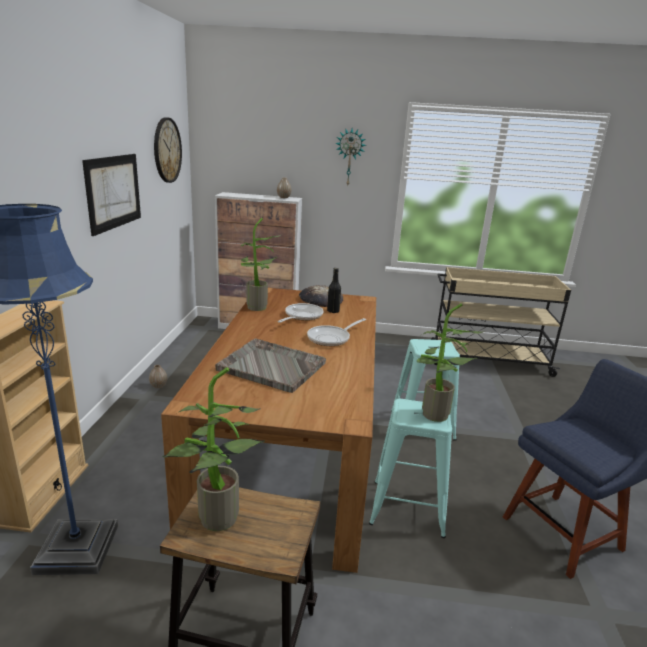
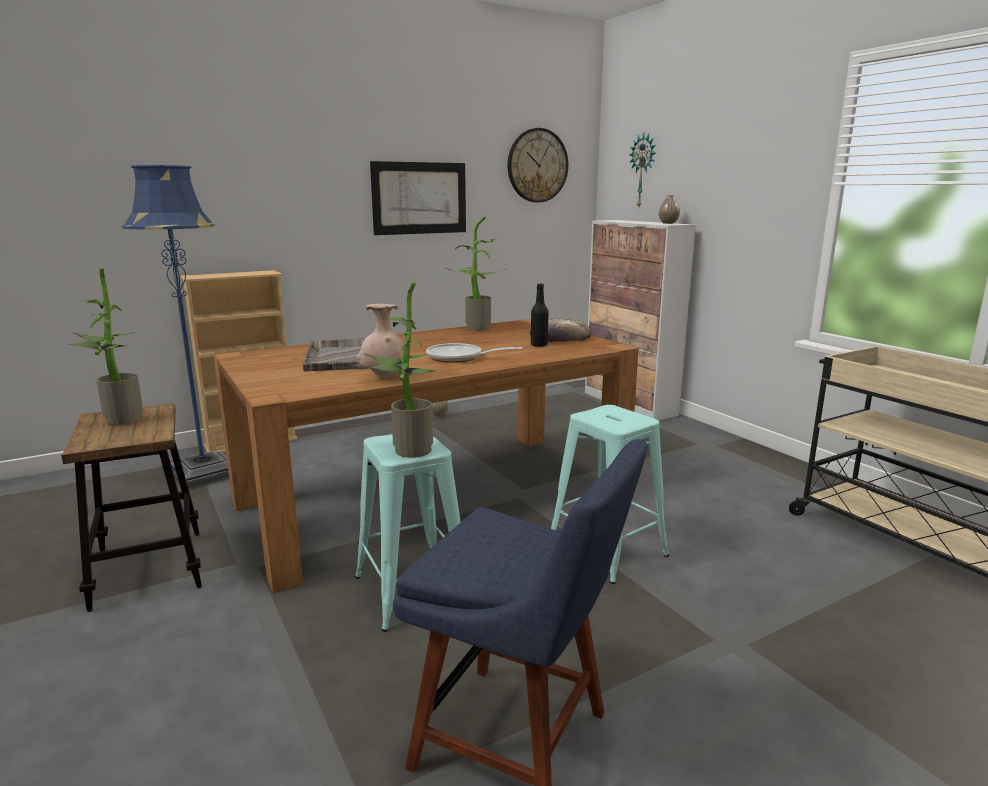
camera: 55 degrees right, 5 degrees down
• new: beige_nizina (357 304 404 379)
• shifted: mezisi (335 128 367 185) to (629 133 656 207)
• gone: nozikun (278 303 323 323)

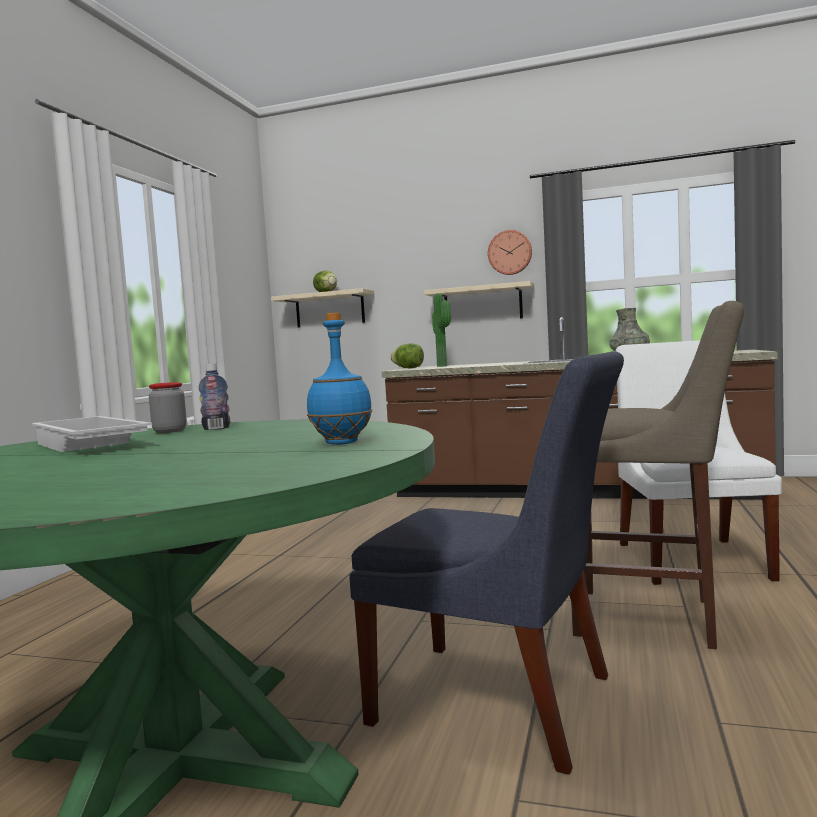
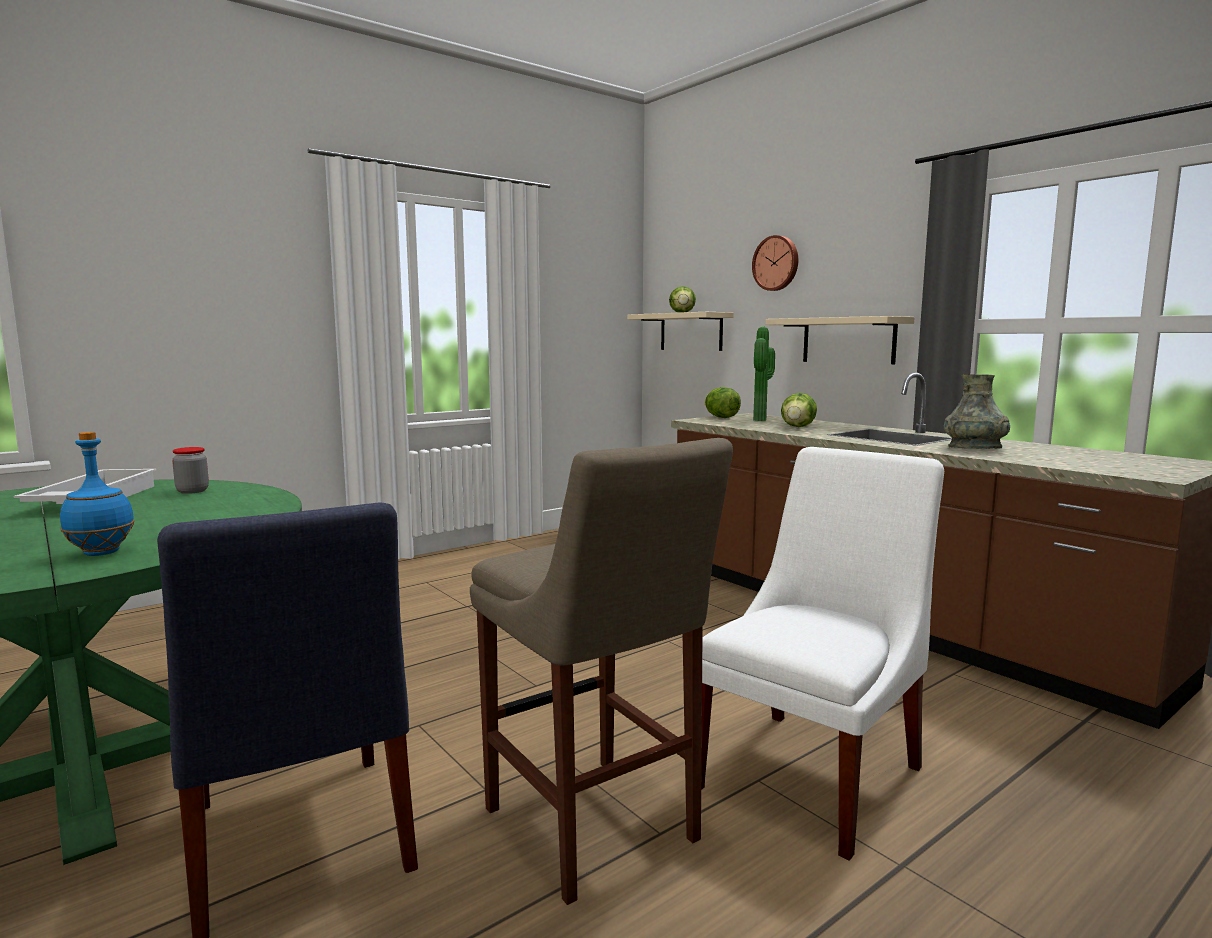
camera: 35 degrees right, 5 degrees up
• shifted: mezisi (488 230 532 275) to (752 235 798 291)
• new: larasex (781 393 817 427)
• gone: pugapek (198 364 231 430)

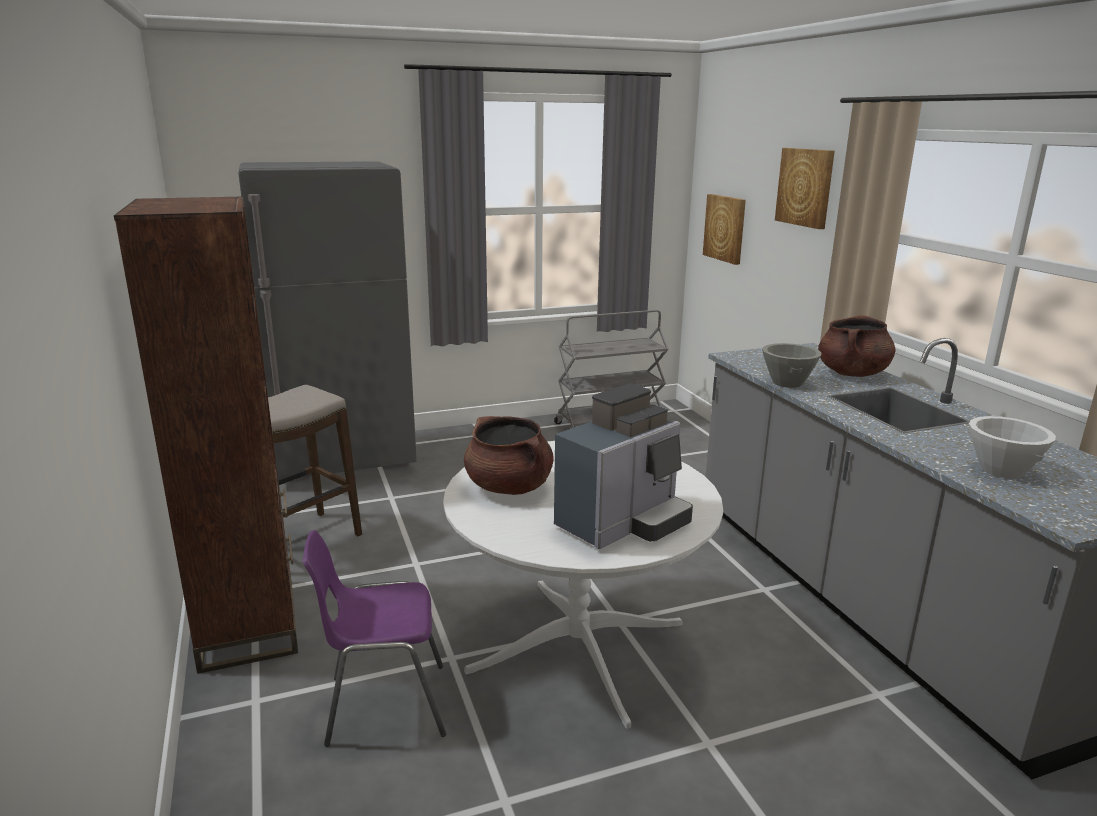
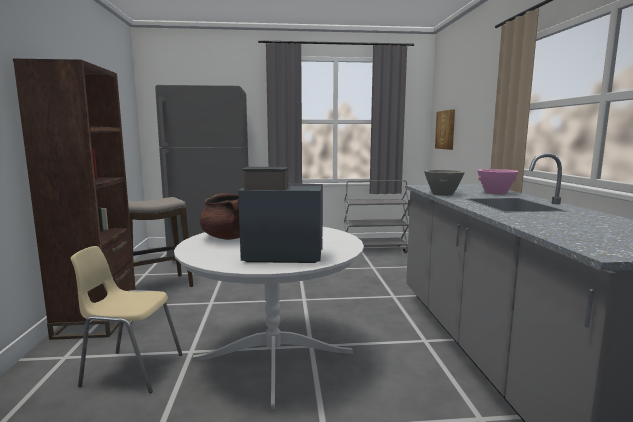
camera: 15 degrees right, 10 degrees down
• repainted: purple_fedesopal (303 530 446 747) to beige_fedesopal (71 246 183 394)
• rotated: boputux (554 383 693 549) = (238 167 323 263) 150 degrees counterclockwise
• swapped: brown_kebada (818 315 896 377) to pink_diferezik (477 169 519 194)
• gone: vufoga (775 148 835 229)
• gone: white_diferezik (969 416 1056 479)

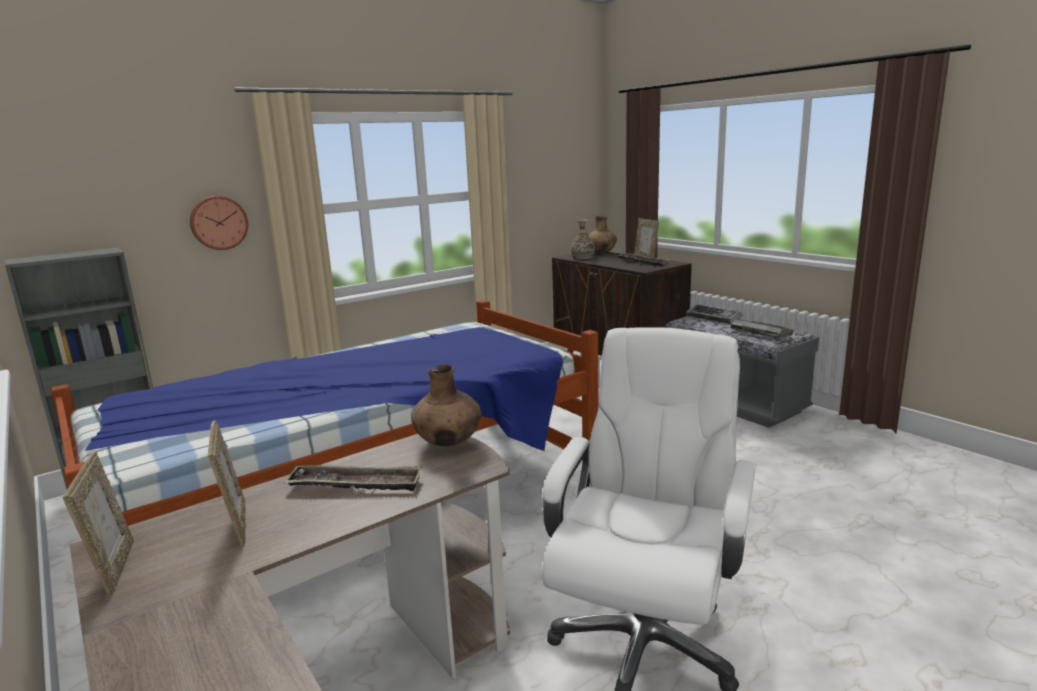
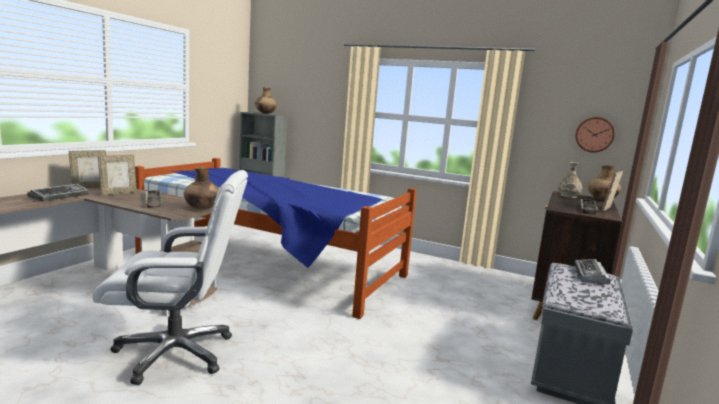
camera: 60 degrees right, 5 degrees down
• shifted: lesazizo (730 319 793 339) to (27 184 89 202)
• new: brown_nizina (255 87 277 114)
• shifted: mezisi (190 196 248 250) to (576 117 615 152)

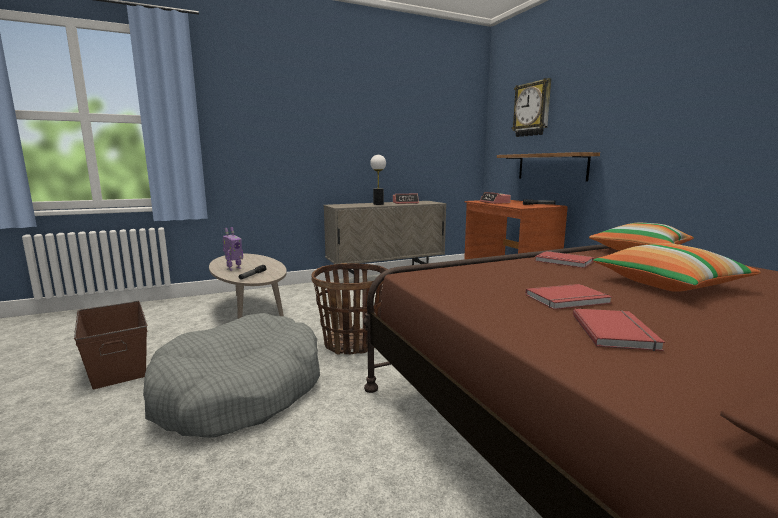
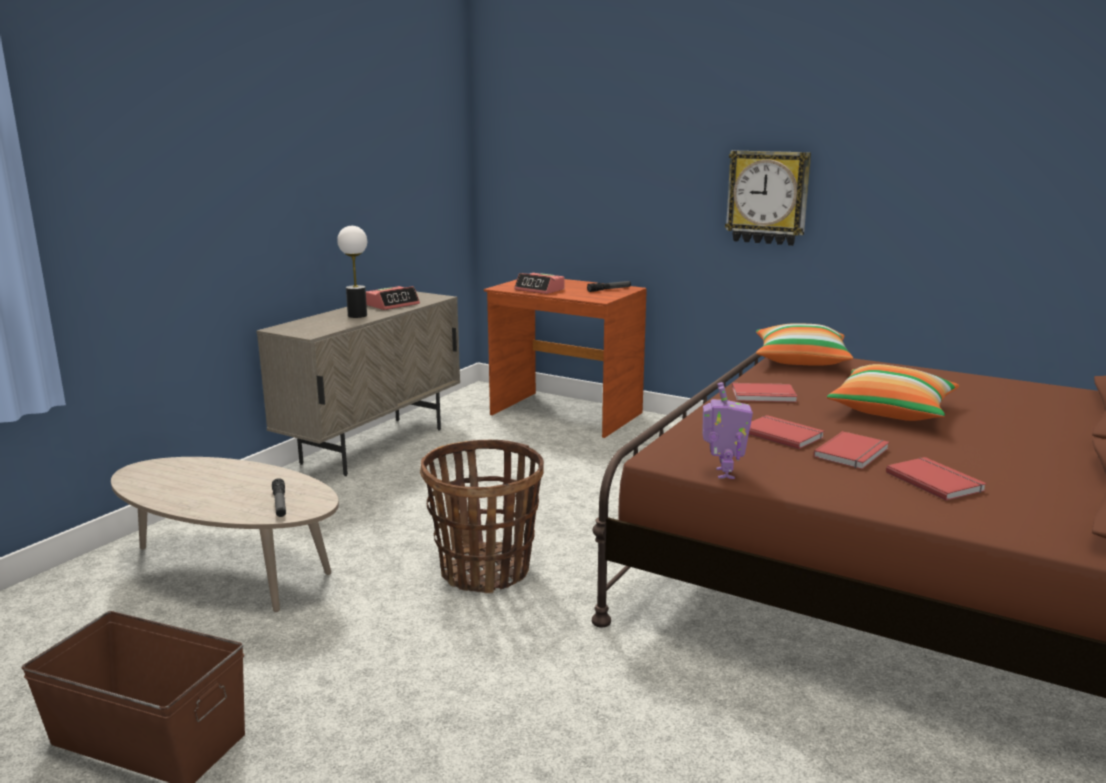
camera: 35 degrees left, 5 degrees up
• shifted: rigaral (223 227 243 271) to (702 382 753 479)
• shifted: mezisi (512 78 551 137) to (725 150 811 246)
• new: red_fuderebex (749 415 824 449)
• gone: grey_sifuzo (143 313 320 438)
• gone: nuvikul (497 152 600 181)

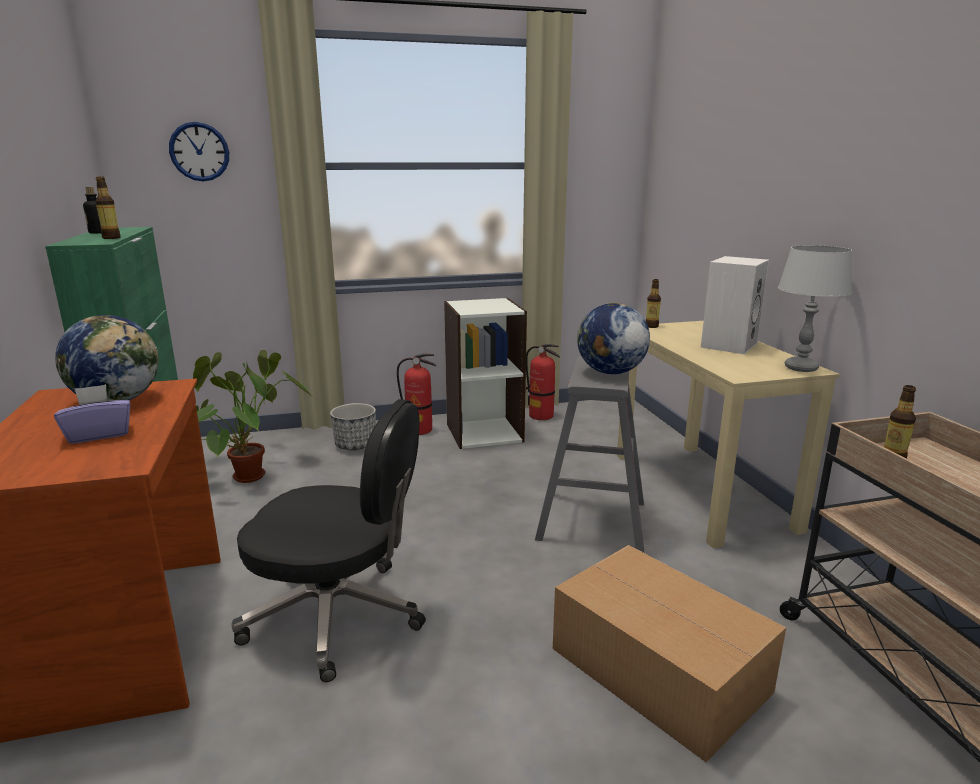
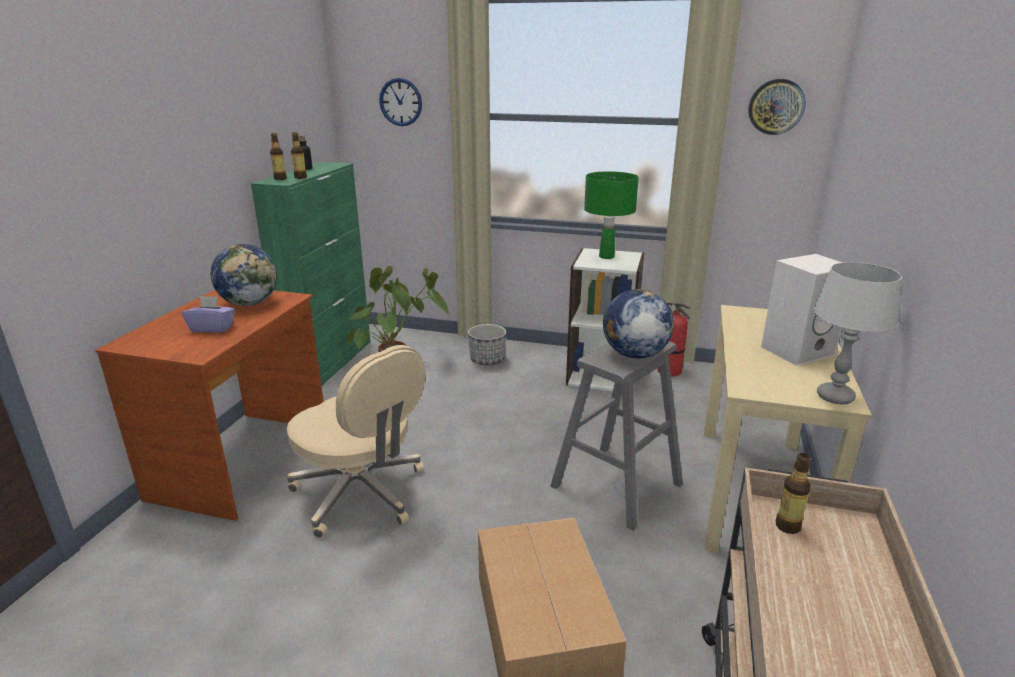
camera: 30 degrees right, 5 degrees up
• shifted: pugapek (646 279 661 328) to (270 133 287 180)
• repainted: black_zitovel (231 399 426 682) to beige_zitovel (287 345 425 538)
• new: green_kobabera (584 171 639 259)
• new: mezisi (748 79 806 135)
• gone: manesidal (397 354 436 435)

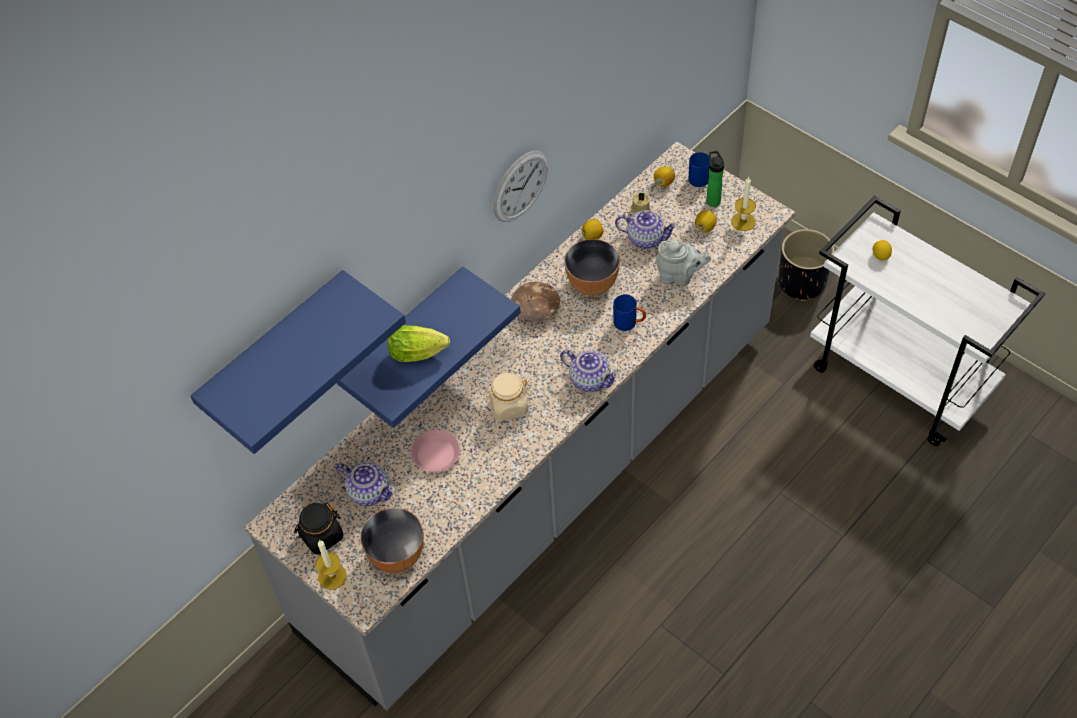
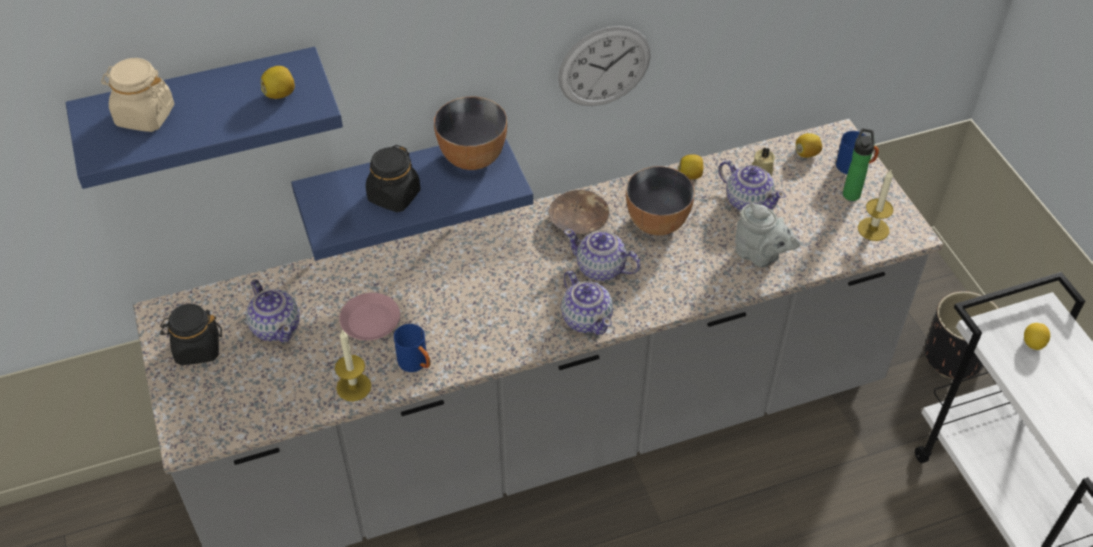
camera: 25 degrees right, 5 degrees down
• shifted: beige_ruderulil (484 373 531 421) to (101 58 174 132)
• shifted: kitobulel (695 210 717 232) to (261 66 295 99)
• shifted: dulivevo (316 540 347 590) to (335 329 371 401)
• swapped: larasex (387 325 450 362) to black_ruderulil (366 145 421 212)
• shifted: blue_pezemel (613 294 646 331) to (394 324 430 372)
• shifted: diferezik (360 508 424 573) to (434 96 507 170)
• new: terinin (564 229 641 281)

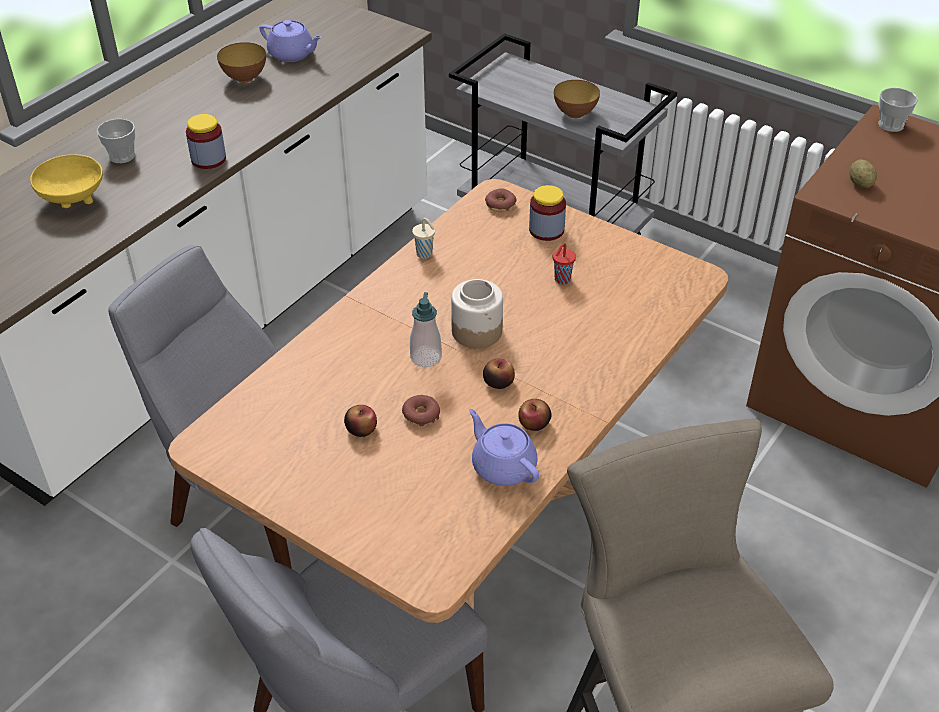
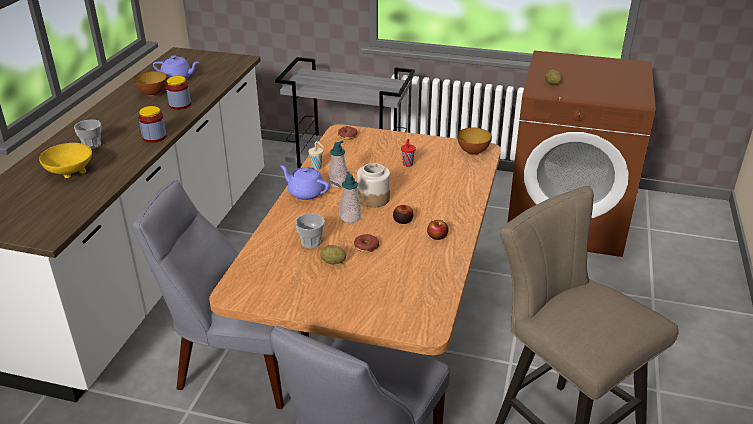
camera: 20 degrees left, 10 degrees down
• shifted: ruderulil (529 185 566 241) to (166 76 191 110)
• shifted: purple_terinin (469 409 539 486) to (280 165 330 200)
• shifted: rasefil (878 88 918 132) to (295 213 325 248)
• swapped: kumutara (344 405 377 437) to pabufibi (320 245 346 264)
• new: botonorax (329 140 348 188)
• shifted: diferezik (554 80 600 118) to (457 128 492 155)

